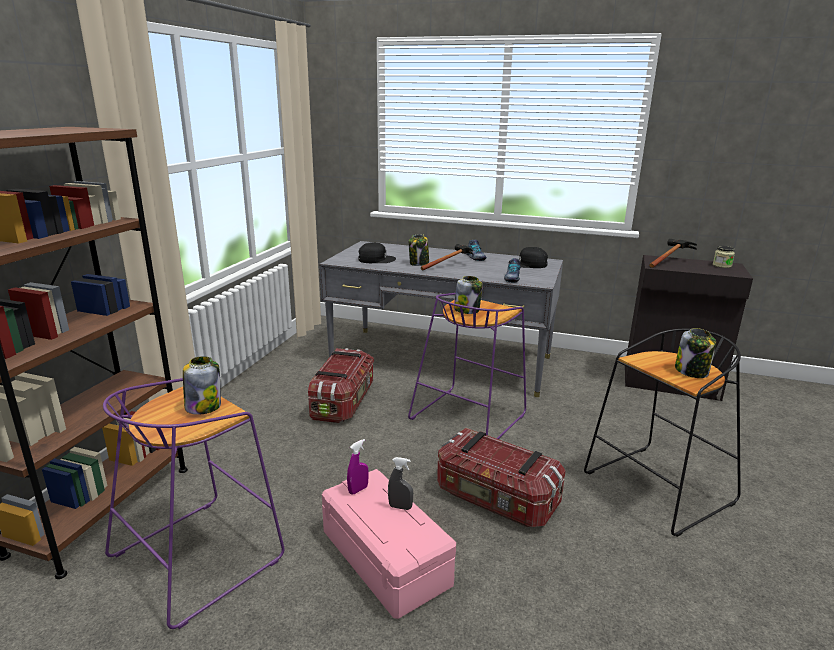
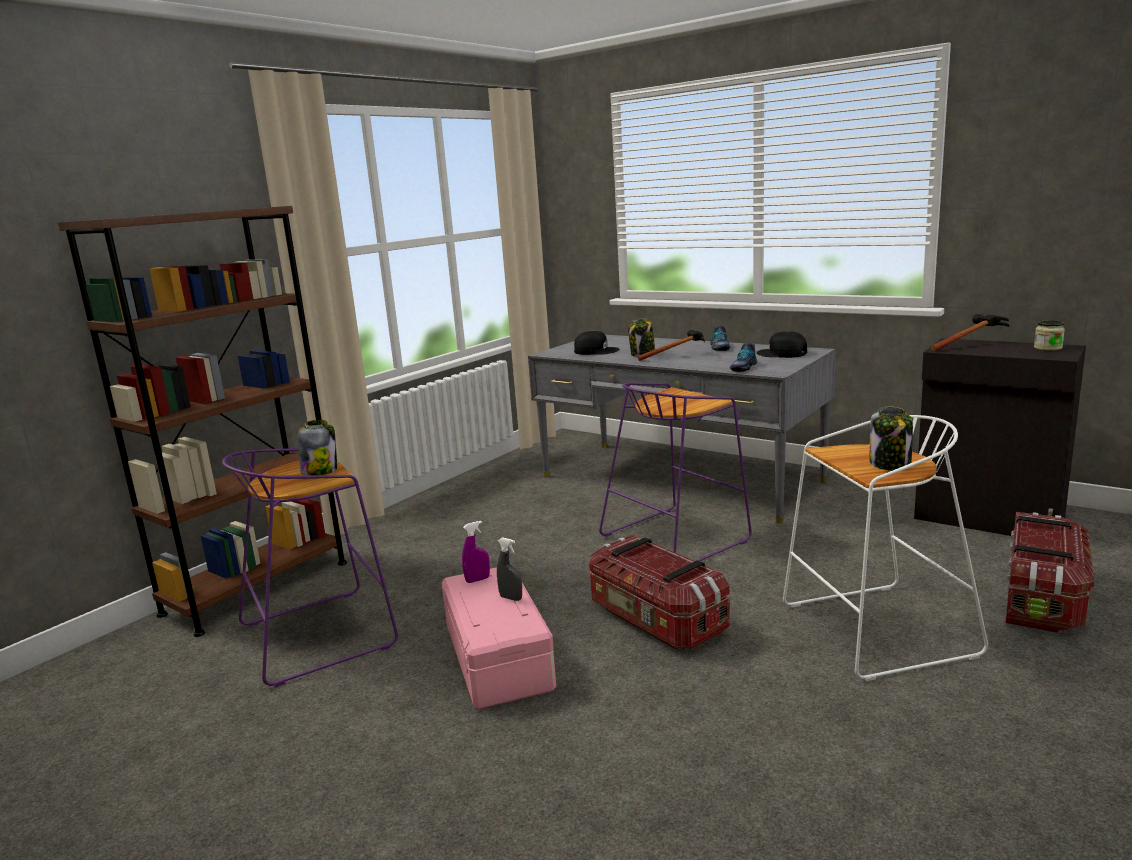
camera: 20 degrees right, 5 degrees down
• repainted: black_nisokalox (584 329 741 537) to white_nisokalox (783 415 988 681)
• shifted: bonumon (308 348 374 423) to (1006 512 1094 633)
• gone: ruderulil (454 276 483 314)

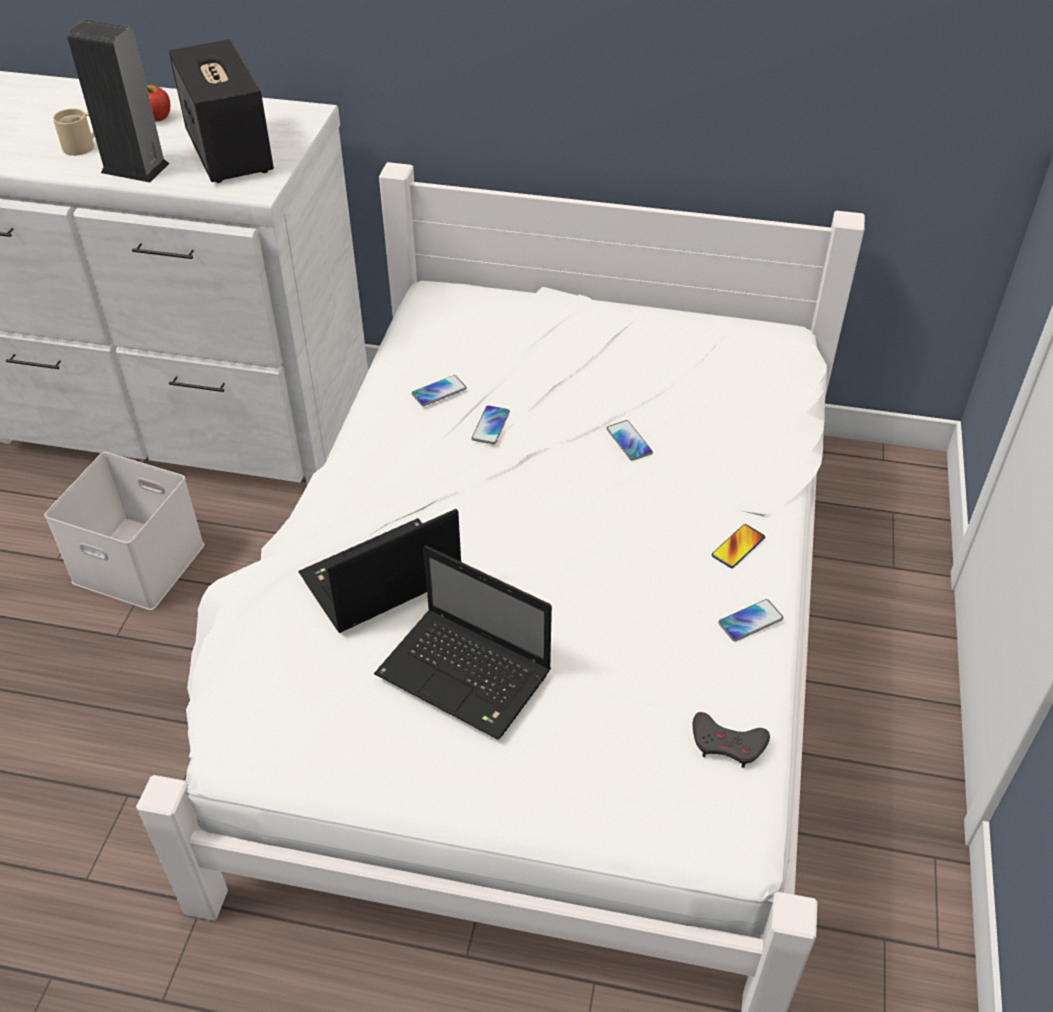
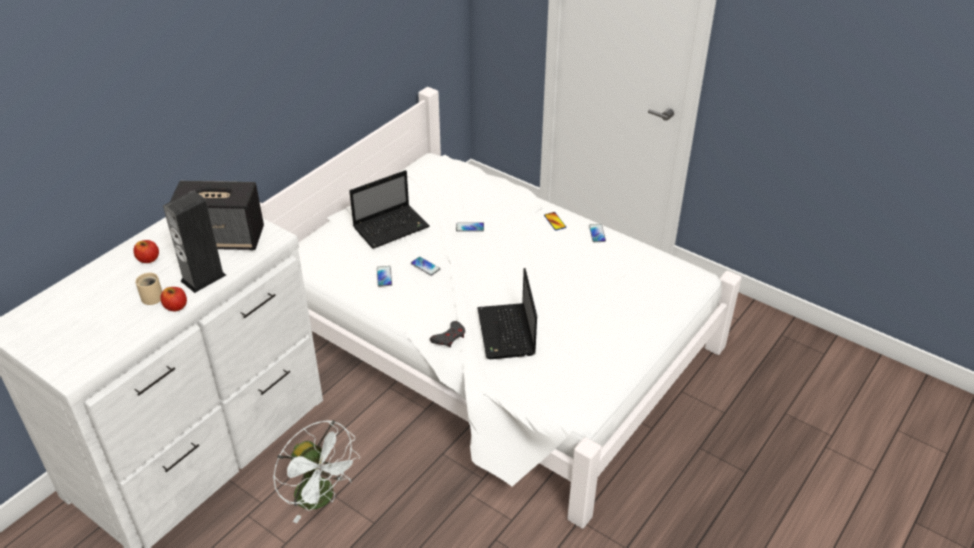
camera: 65 degrees left, 5 degrees down
• new: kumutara (160 287 187 311)
• swapped: white_bonumon (44 452 204 610) to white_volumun (273 420 360 523)
• shifted: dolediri (374 546 552 740) to (349 170 429 249)
• shifted: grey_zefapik (693 712 770 768) to (430 321 465 347)

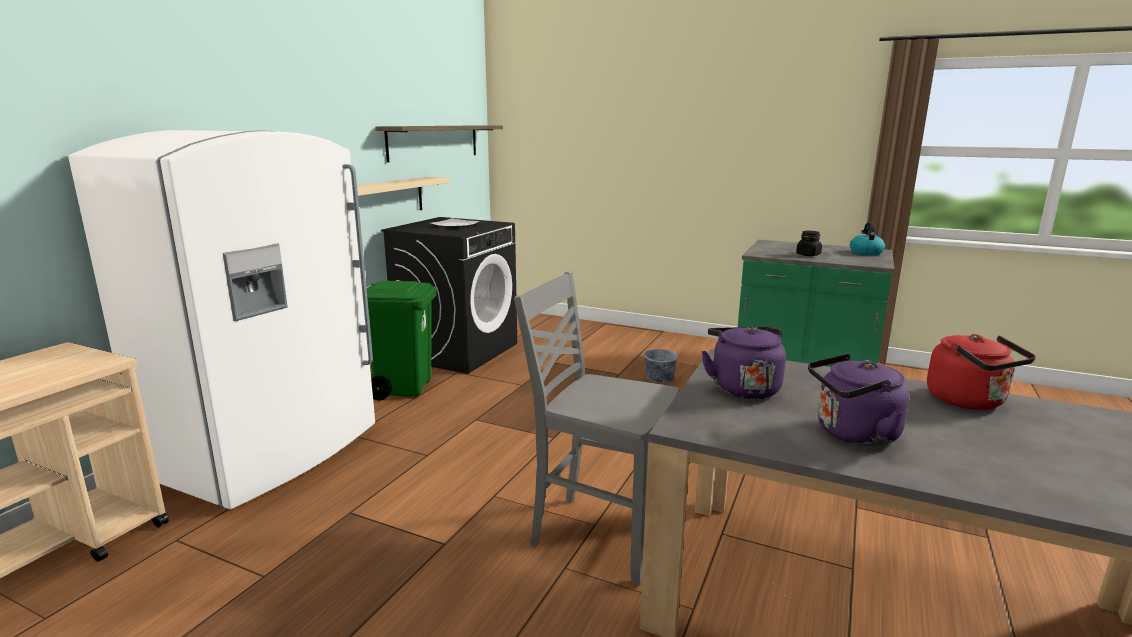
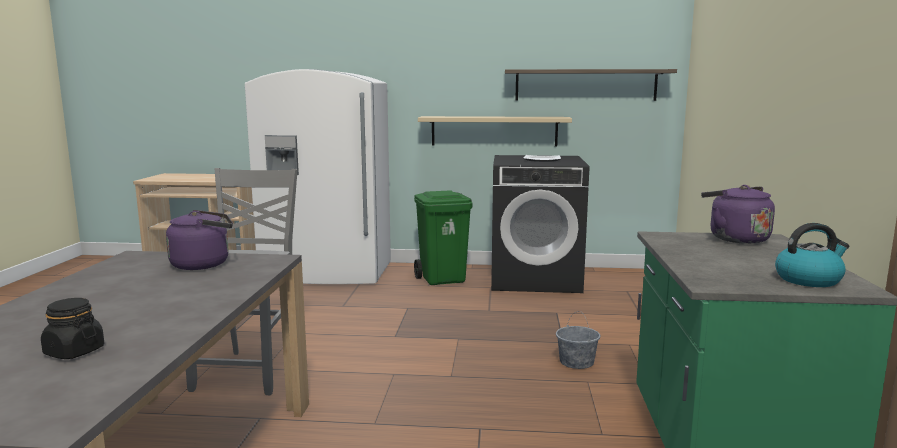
camera: 70 degrees right, 5 degrees down
• shifted: black_ruderulil (796 231 822 256) to (41 298 104 359)
• shifted: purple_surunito (808 354 909 446) to (701 185 775 244)
• gone: red_surunito (927 334 1036 410)

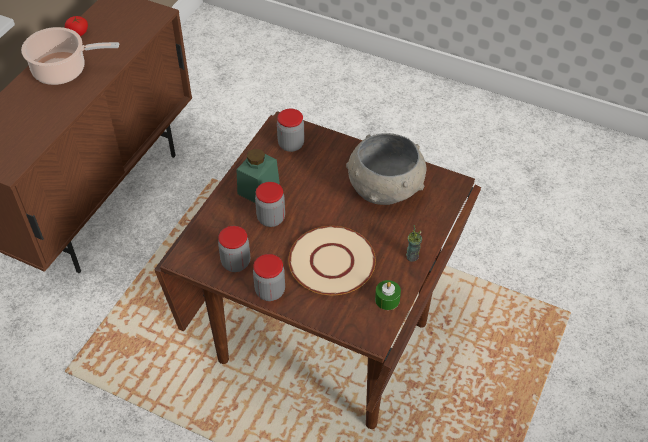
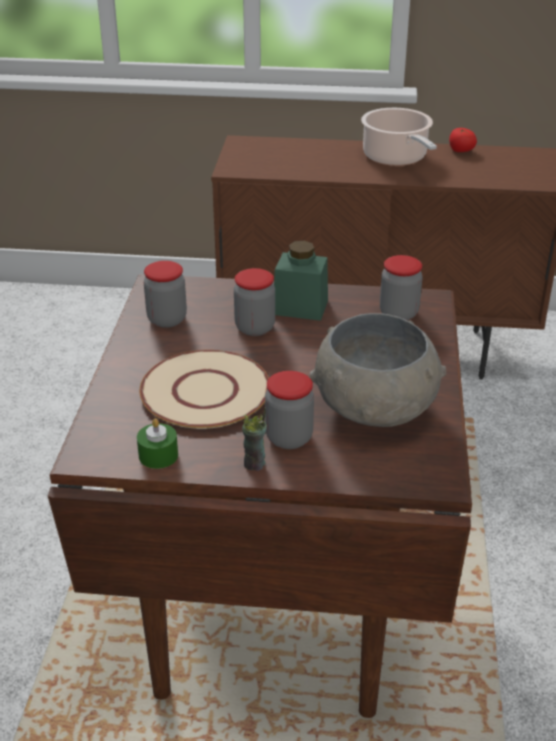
camera: 70 degrees right, 15 degrees down
• shifted: ruderulil (253 254 285 301) to (265 371 314 449)

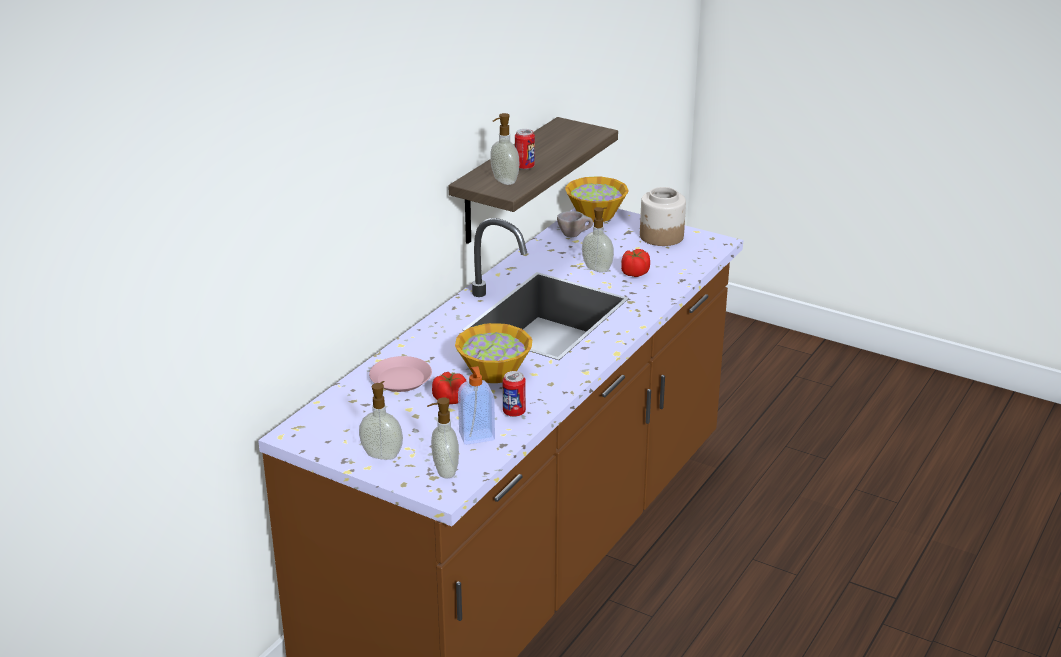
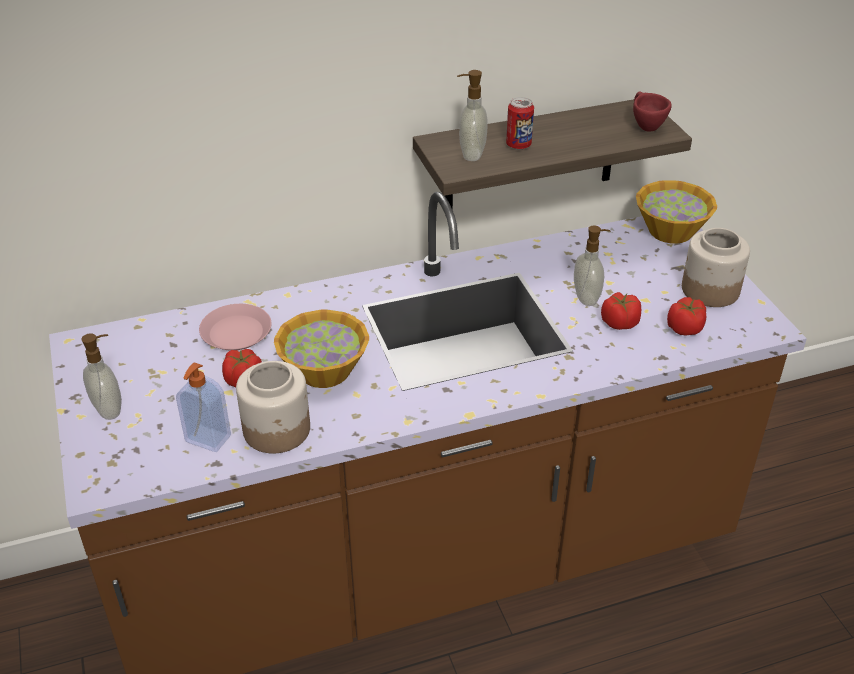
camera: 40 degrees right, 10 degrees up
• swapped: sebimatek (503 371 526 417) to ruderulil (236 361 310 453)
• new: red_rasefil (633 91 672 132)
• new: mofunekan (667 297 706 335)
• gone: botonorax (427 397 459 478)
• gone: beige_rasefil (557 211 593 237)

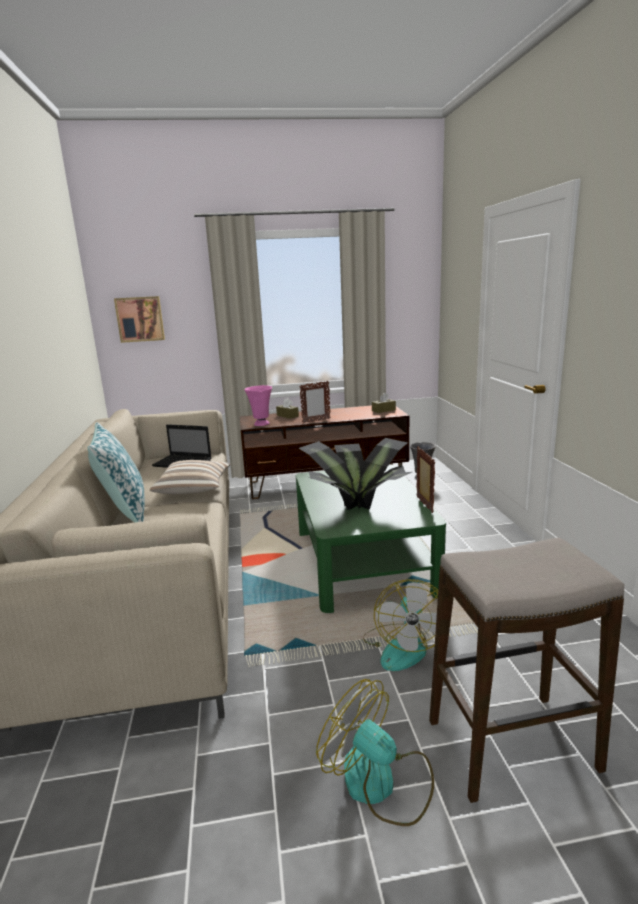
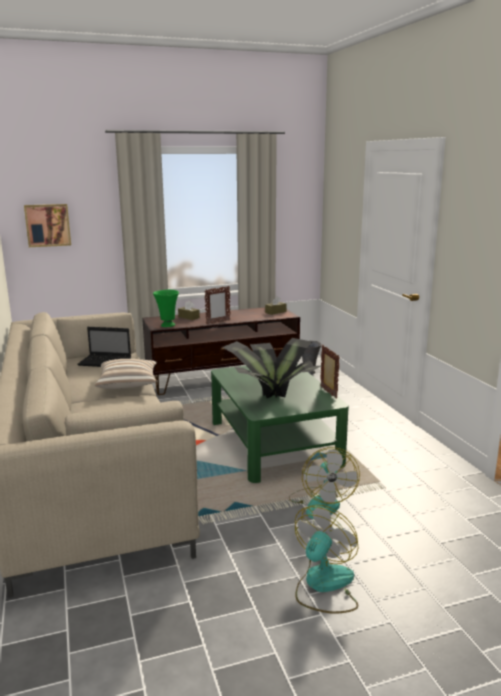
camera: 10 degrees left, 0 degrees up
• repainted: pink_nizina (244 385 272 426) to green_nizina (153 290 179 327)
• rotated: volumun (316 679 434 826) = (295 505 358 614) 90 degrees clockwise
• gone: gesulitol (87 422 145 523)
• gone: nisokalox (429 538 624 803)

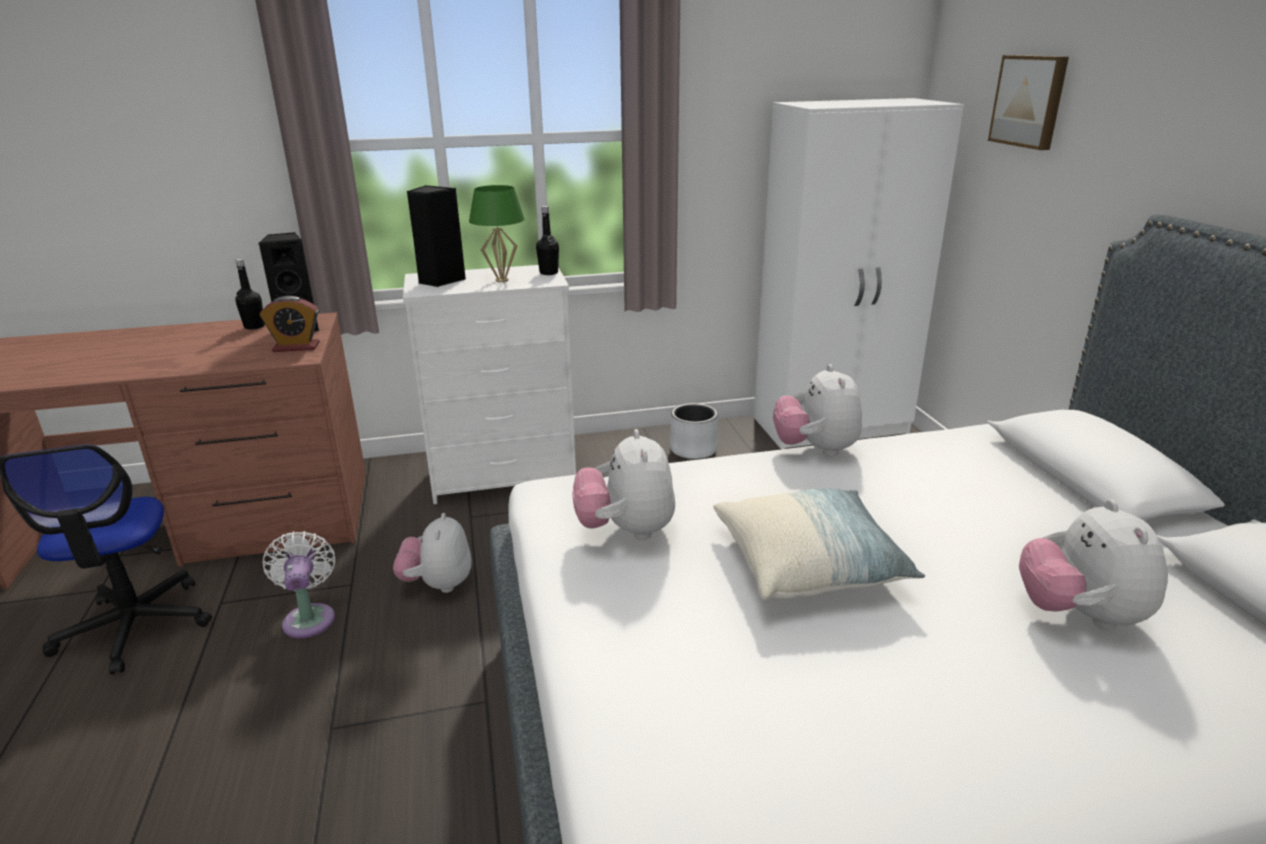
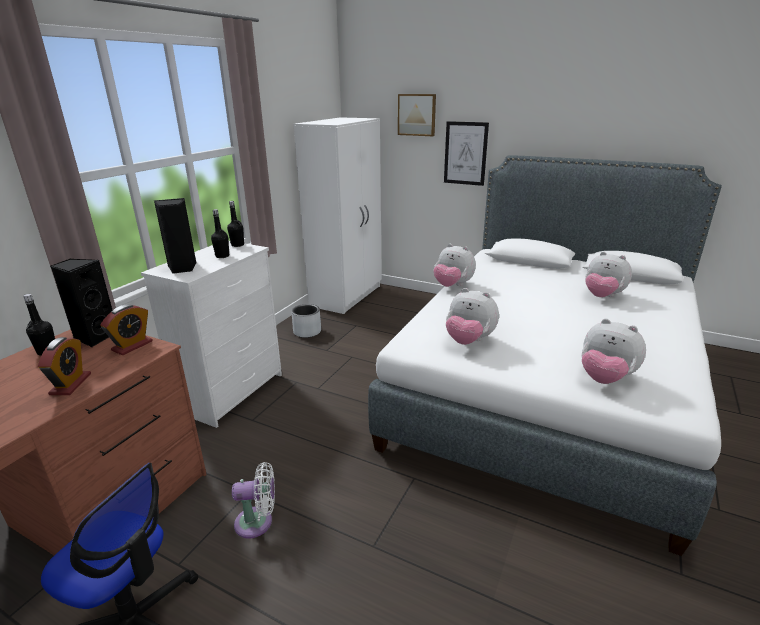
camera: 50 degrees left, 0 degrees up
• new: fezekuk (38 337 91 395)
• swapped: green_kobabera (469 185 525 282) to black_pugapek (211 209 229 258)
• rotated: white_volumun (263 531 335 638) = (232 462 275 538) 150 degrees clockwise
• new: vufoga (444 121 489 186)
• shifted: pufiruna (393 513 471 593) to (581 319 646 384)
• gone: gesulitol (713 488 925 600)

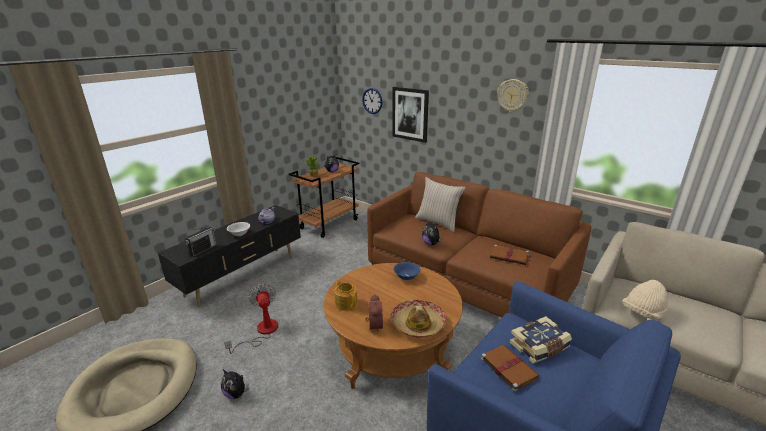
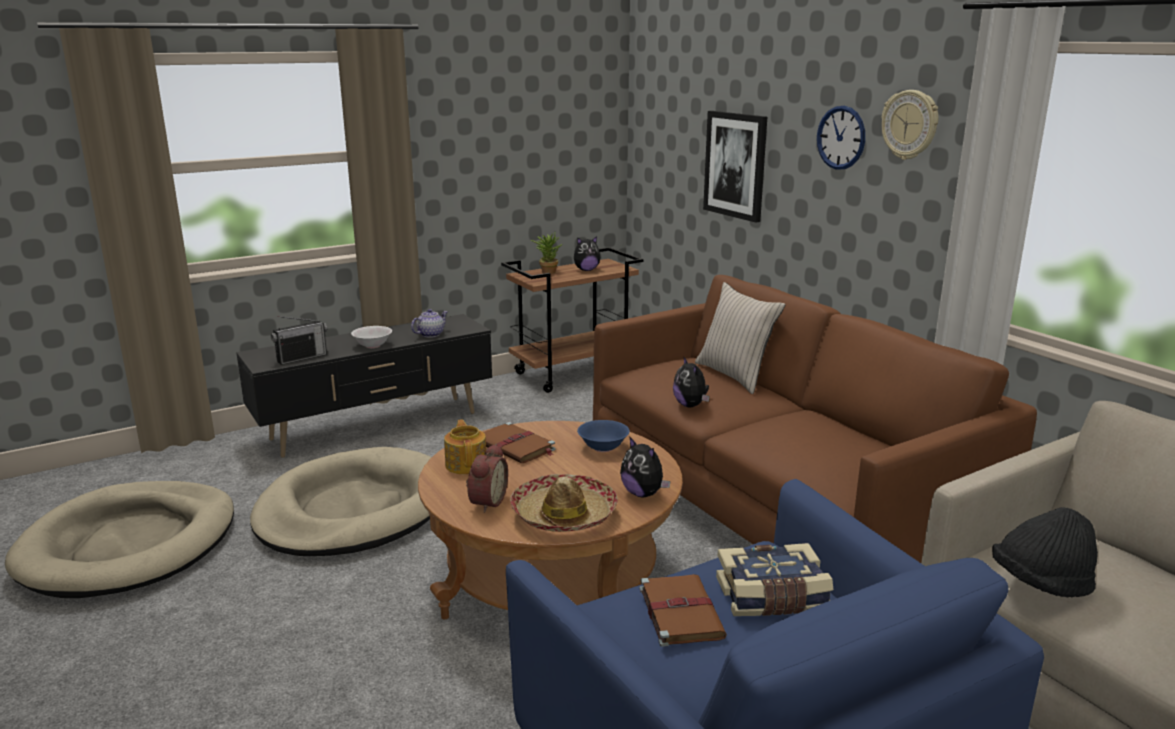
camera: 20 degrees right, 5 degrees down
• swapped: volumun (224 283 279 354) to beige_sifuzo (250 447 432 556)
• shifted: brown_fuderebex (490 245 531 265) to (483 422 556 463)
• shifted: pufiruna (221 370 249 399) to (620 436 671 497)
• shifted: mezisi (362 88 382 114) to (817 106 865 170)
• repainted: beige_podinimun (622 280 668 320) to black_podinimun (992 507 1098 598)

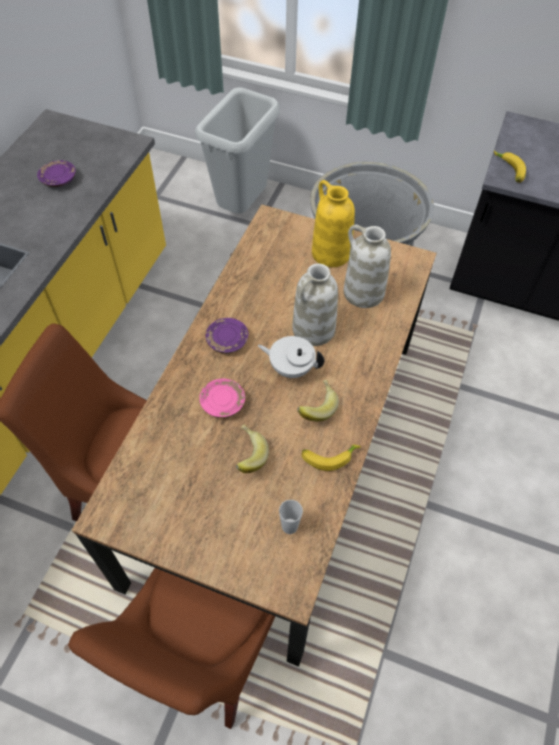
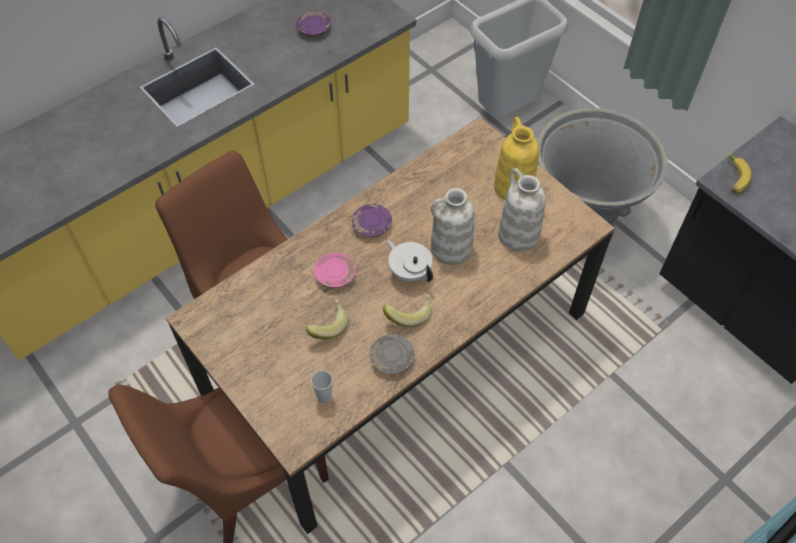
camera: 30 degrees right, 0 degrees up
• swapped: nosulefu (302 445 361 471) to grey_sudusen (370 334 415 374)

